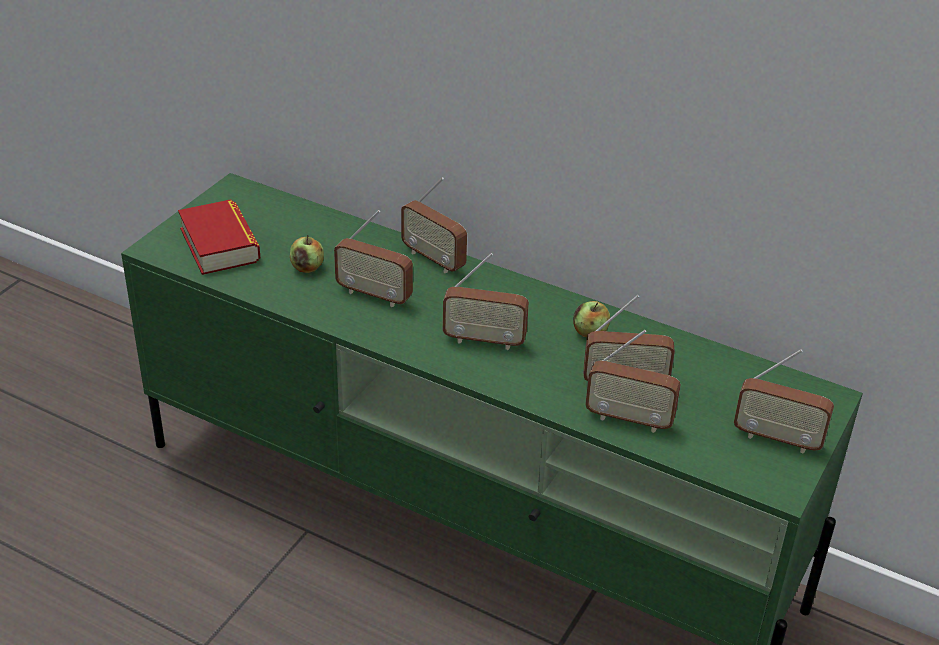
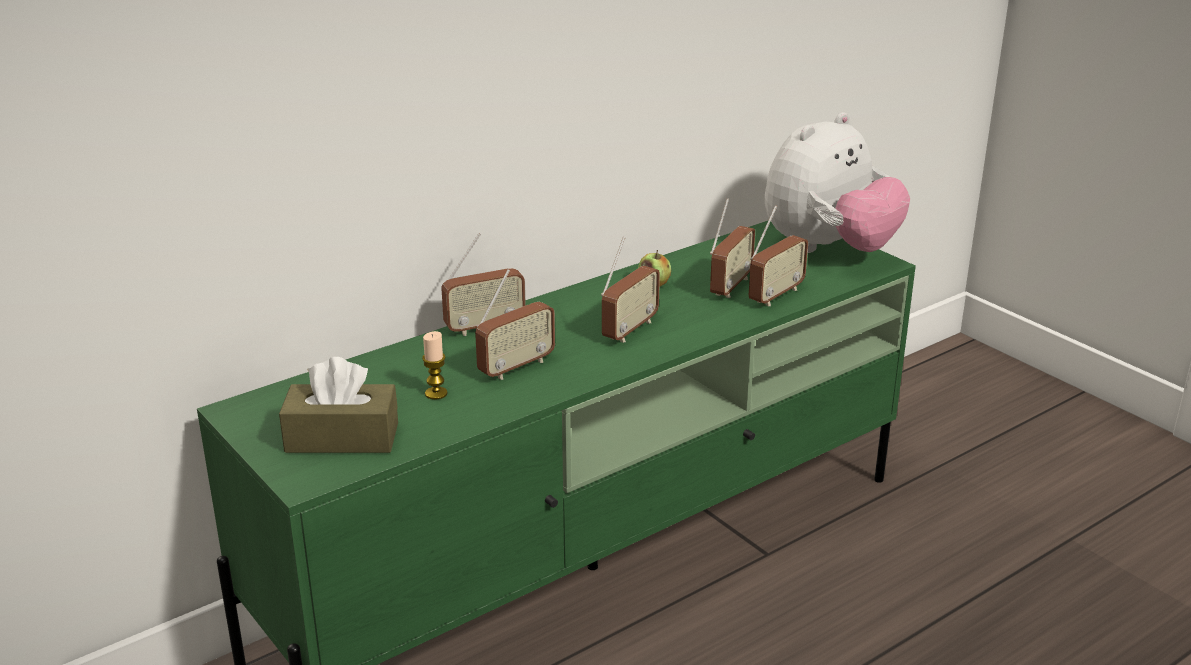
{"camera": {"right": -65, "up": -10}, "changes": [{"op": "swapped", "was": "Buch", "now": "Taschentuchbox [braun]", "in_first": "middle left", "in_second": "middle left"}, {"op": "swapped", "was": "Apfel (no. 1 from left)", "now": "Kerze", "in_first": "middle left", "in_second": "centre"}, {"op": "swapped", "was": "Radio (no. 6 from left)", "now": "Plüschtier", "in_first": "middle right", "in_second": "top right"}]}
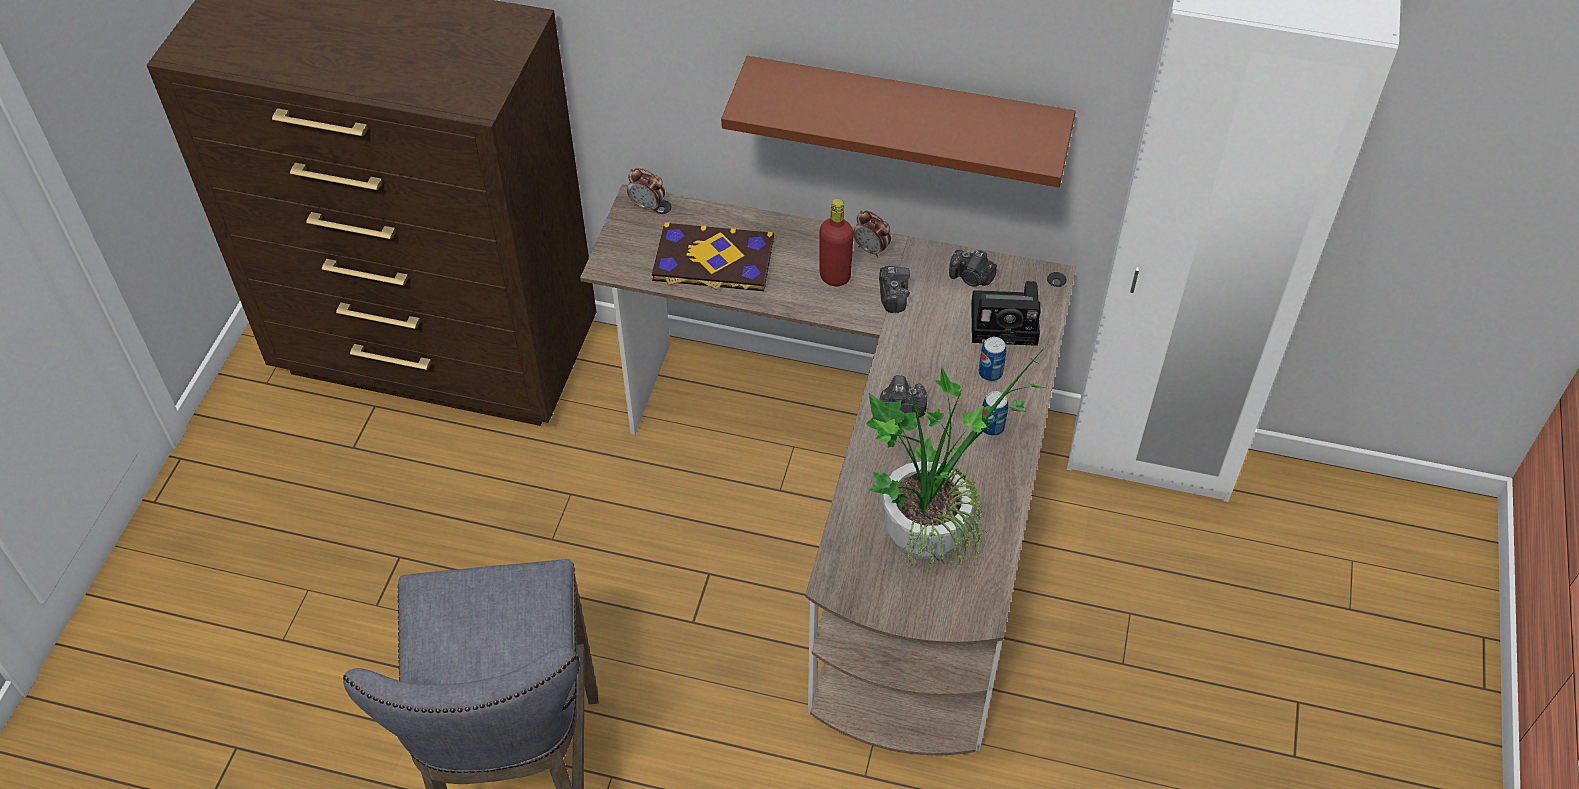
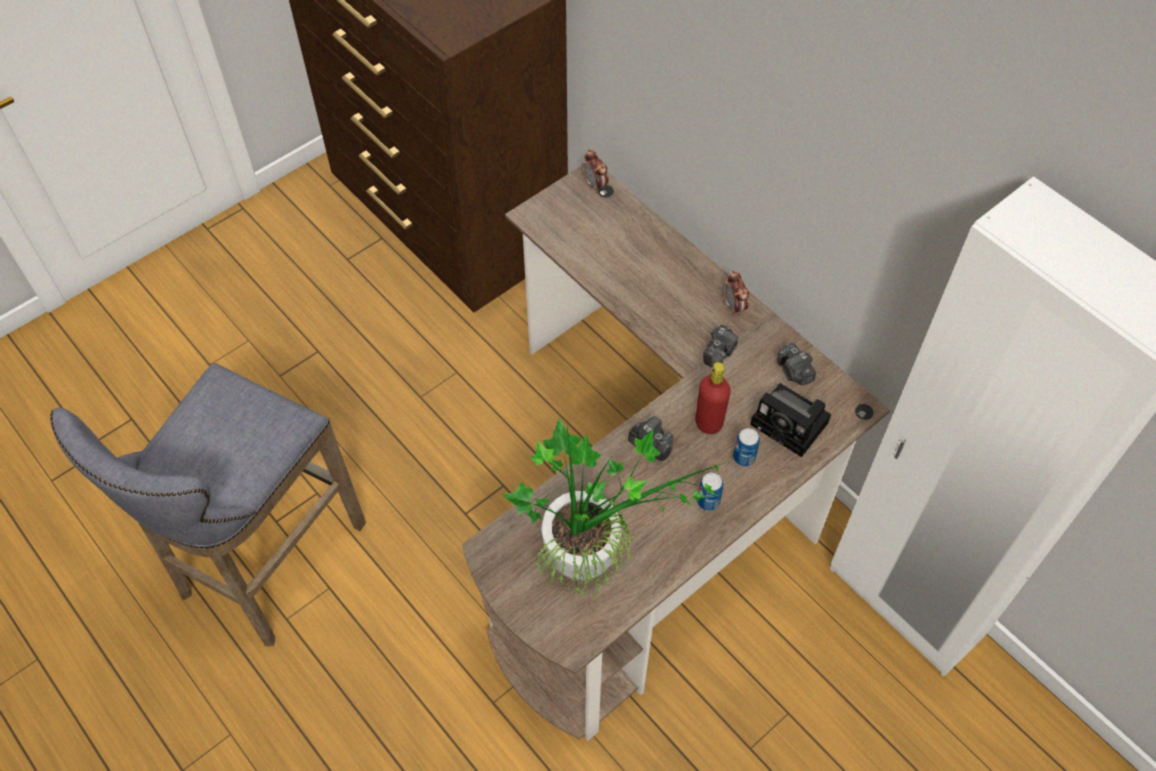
{"camera": {"right": 35, "up": 5}, "changes": [{"op": "gone", "was": "Wandregal [braun]", "in_first": "top centre"}, {"op": "shifted", "was": "Flasche [rot]", "in_first": "top centre", "in_second": "centre"}, {"op": "gone", "was": "Buch", "in_first": "top centre"}]}
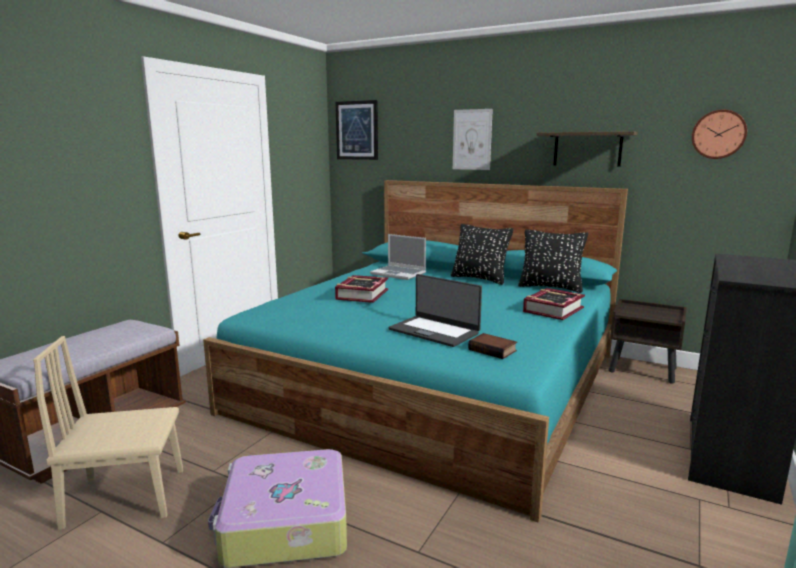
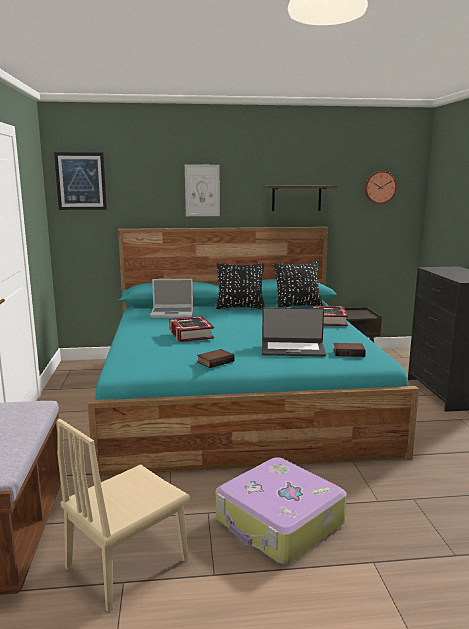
{"camera": {"right": -35, "up": 0}, "changes": [{"op": "new", "now": "Buch (no. 2 from left)", "in_second": "centre"}]}
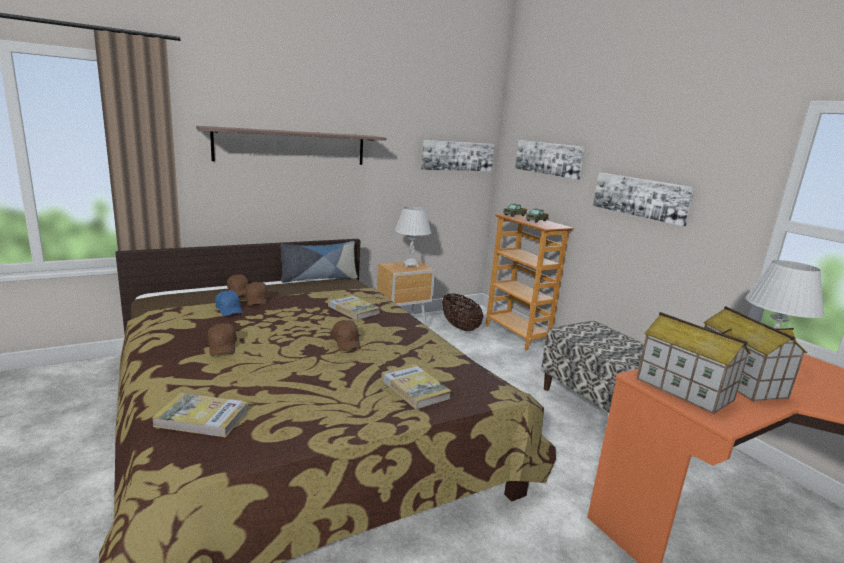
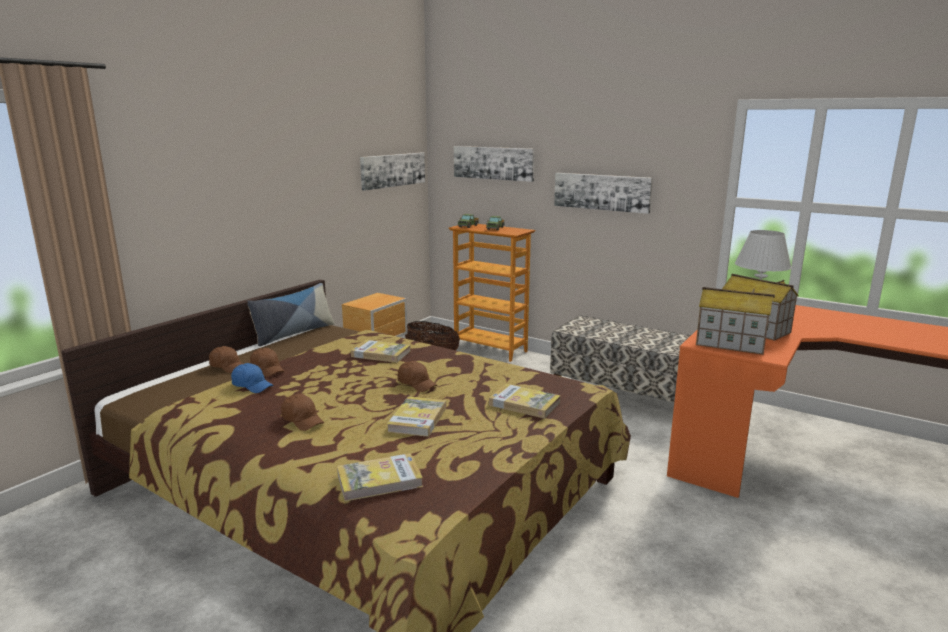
{"camera": {"right": -25, "up": 0}, "changes": [{"op": "gone", "was": "Wandregal", "in_first": "top centre"}, {"op": "gone", "was": "Tischlampe [weiß] (no. 1 from left)", "in_first": "centre"}, {"op": "new", "now": "Buch (no. 3 from left)", "in_second": "centre"}]}
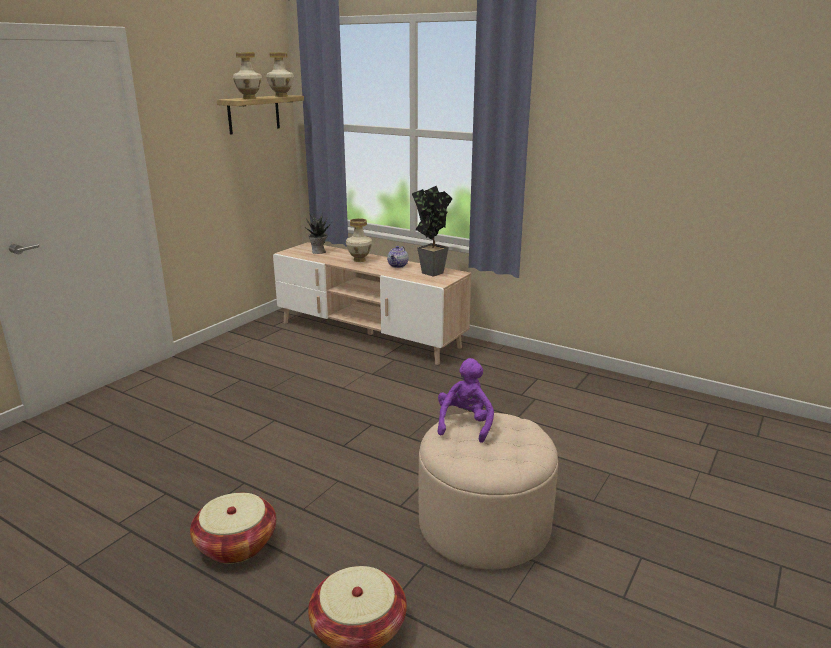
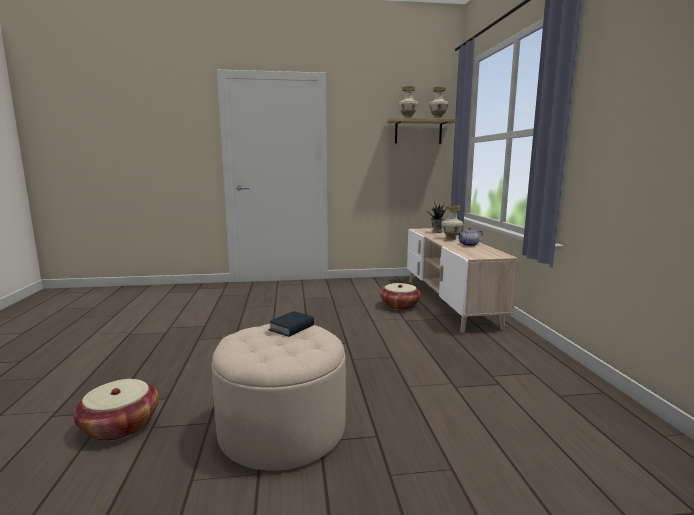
{"camera": {"right": 50, "up": -10}, "changes": [{"op": "gone", "was": "Topfpflanze (no. 2 from left)", "in_first": "centre"}, {"op": "swapped", "was": "Plüschtier [lila]", "now": "Buch", "in_first": "centre", "in_second": "centre"}, {"op": "shifted", "was": "Korb (no. 1 from left in the first image)", "now": "Korb (no. 2 from left)", "in_first": "bottom left", "in_second": "centre"}]}
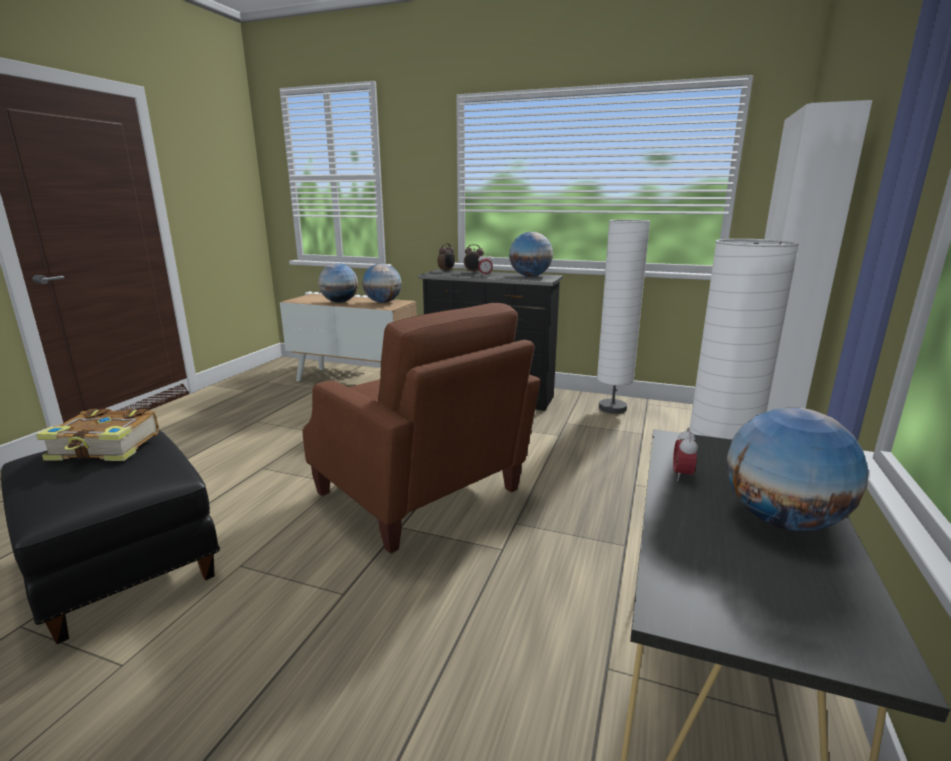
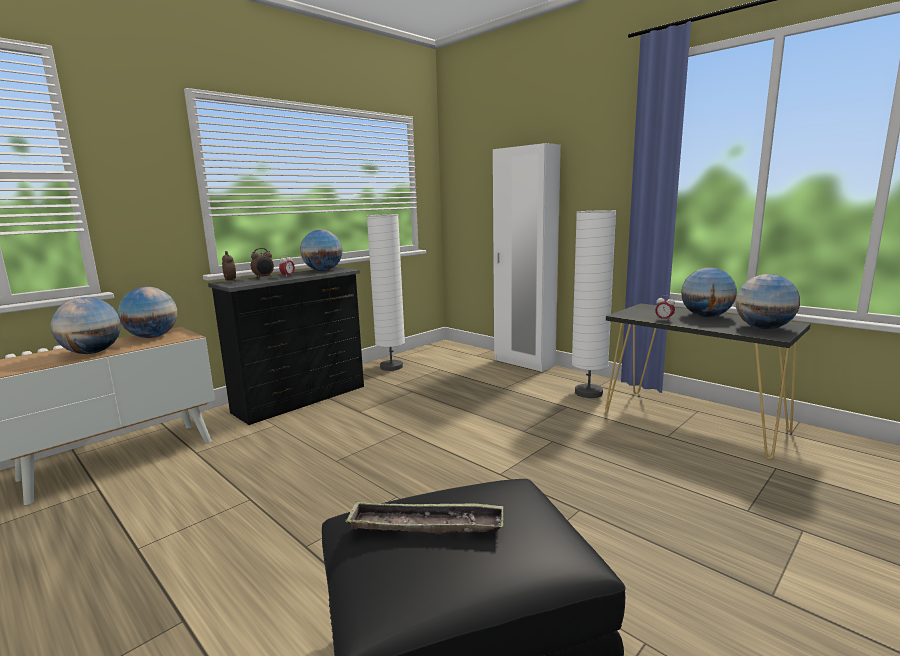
{"camera": {"right": -65, "up": -5}, "changes": [{"op": "gone", "was": "Sessel [braun]", "in_first": "centre"}, {"op": "swapped", "was": "Buch", "now": "Tablett", "in_first": "middle left", "in_second": "bottom centre"}, {"op": "new", "now": "Globus (no. 5 from left)", "in_second": "middle right"}]}
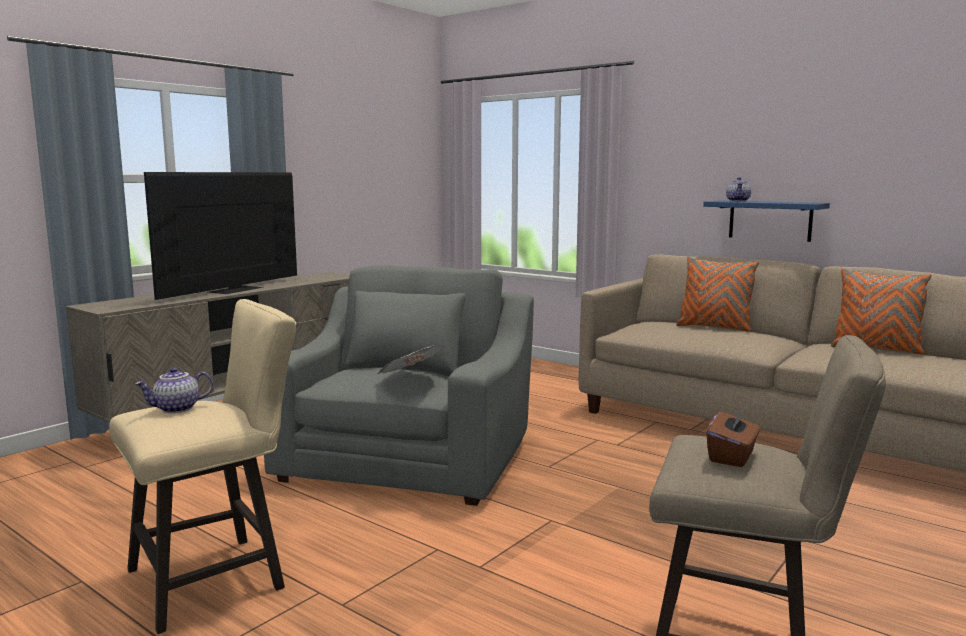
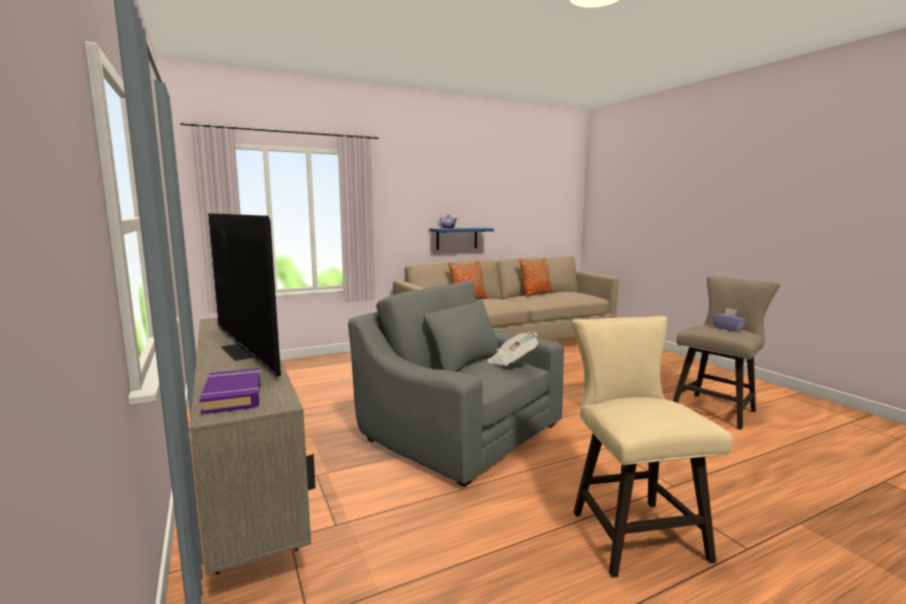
{"camera": {"right": -65, "up": 0}, "changes": [{"op": "gone", "was": "Teekanne (no. 1 from left)", "in_first": "middle left"}, {"op": "repainted", "was": "Taschentuchbox [braun]", "now": "Taschentuchbox [lila]", "in_first": "bottom right", "in_second": "middle right"}, {"op": "new", "now": "Buch [lila]", "in_second": "middle left"}]}
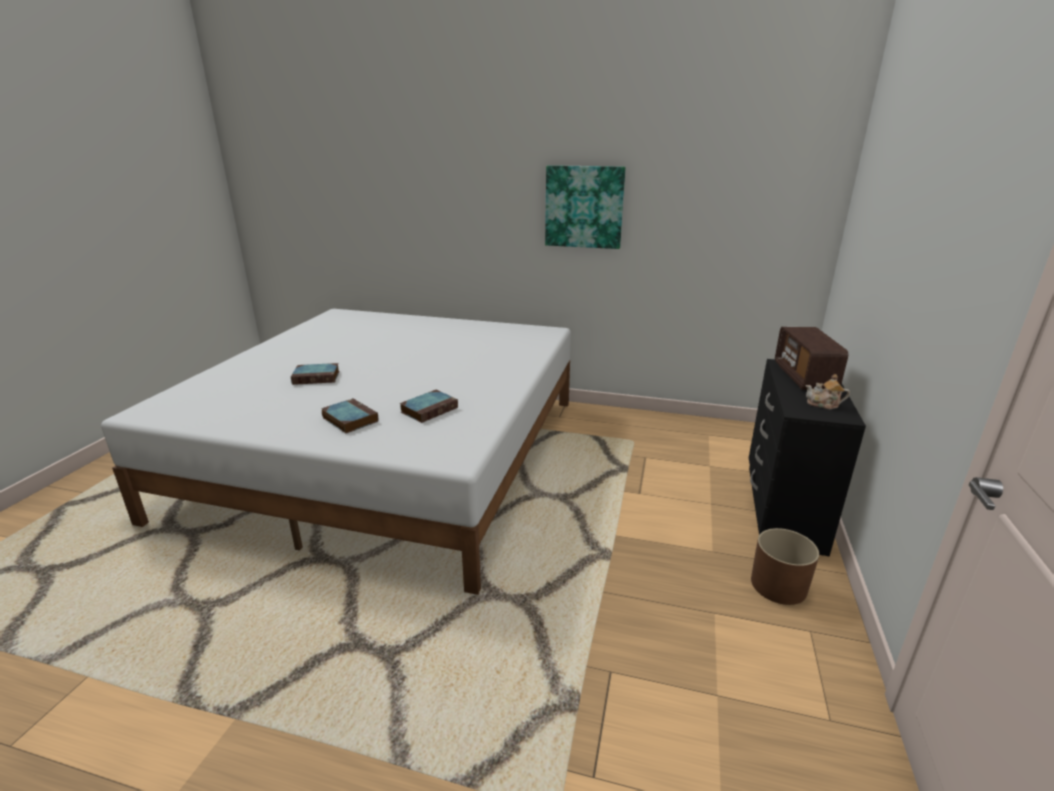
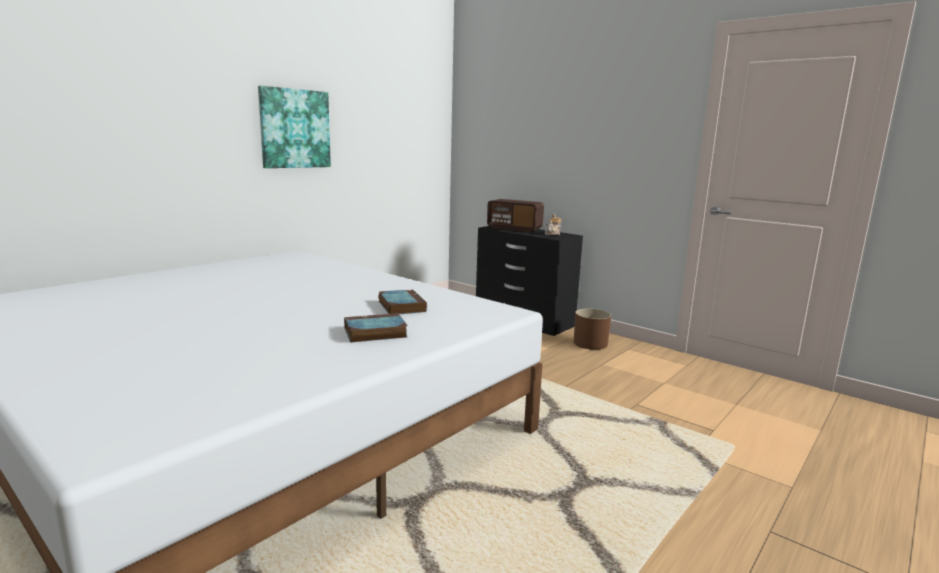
{"camera": {"right": -65, "up": -10}, "changes": [{"op": "gone", "was": "Buch (no. 1 from left)", "in_first": "middle left"}]}
